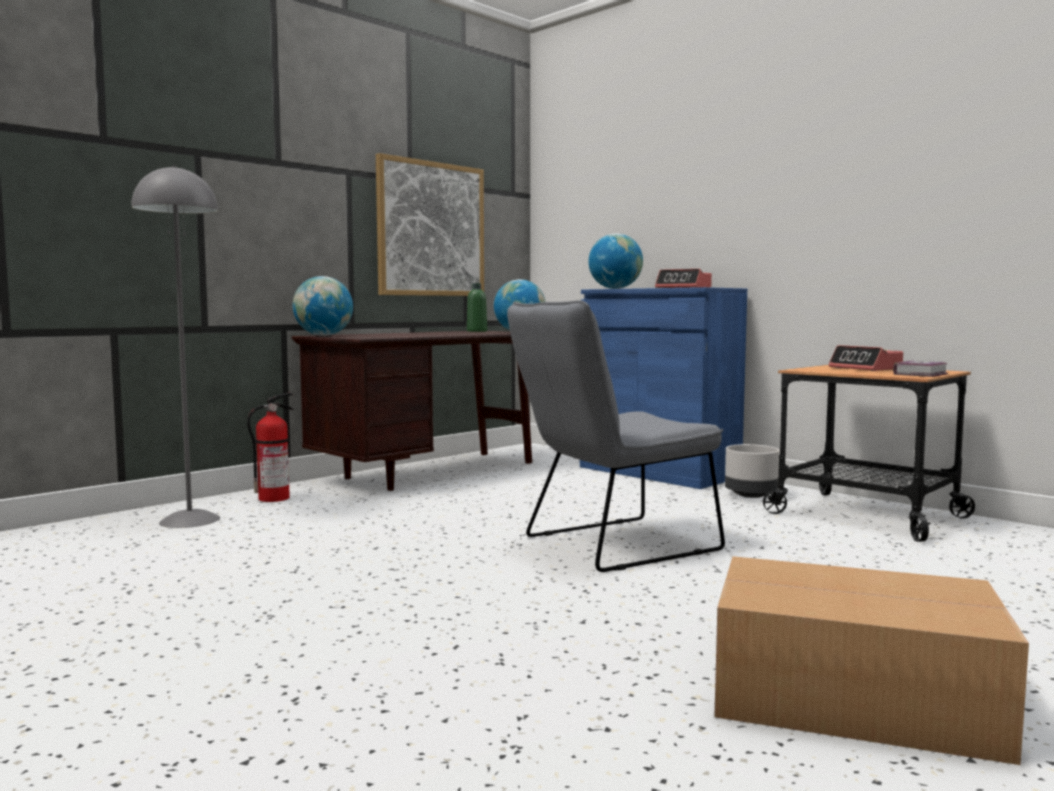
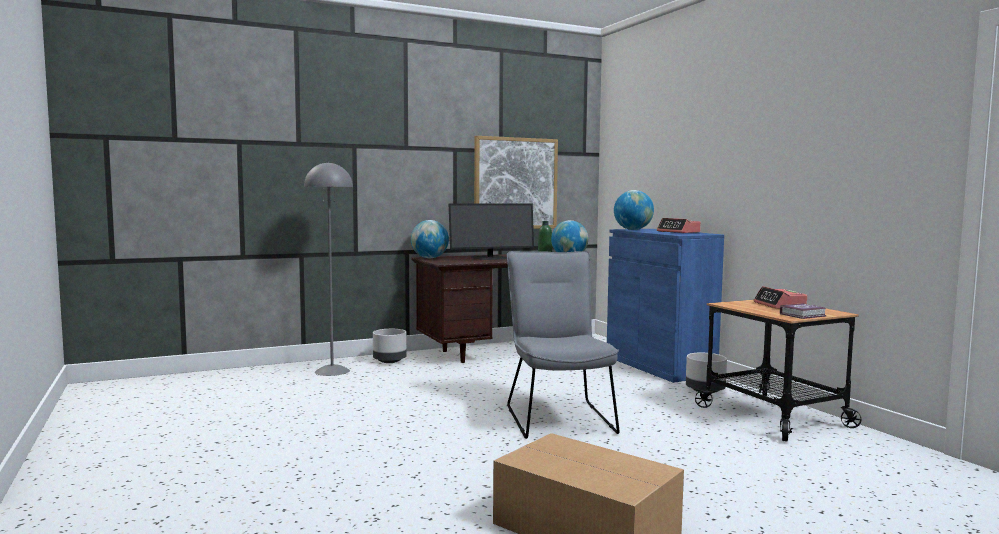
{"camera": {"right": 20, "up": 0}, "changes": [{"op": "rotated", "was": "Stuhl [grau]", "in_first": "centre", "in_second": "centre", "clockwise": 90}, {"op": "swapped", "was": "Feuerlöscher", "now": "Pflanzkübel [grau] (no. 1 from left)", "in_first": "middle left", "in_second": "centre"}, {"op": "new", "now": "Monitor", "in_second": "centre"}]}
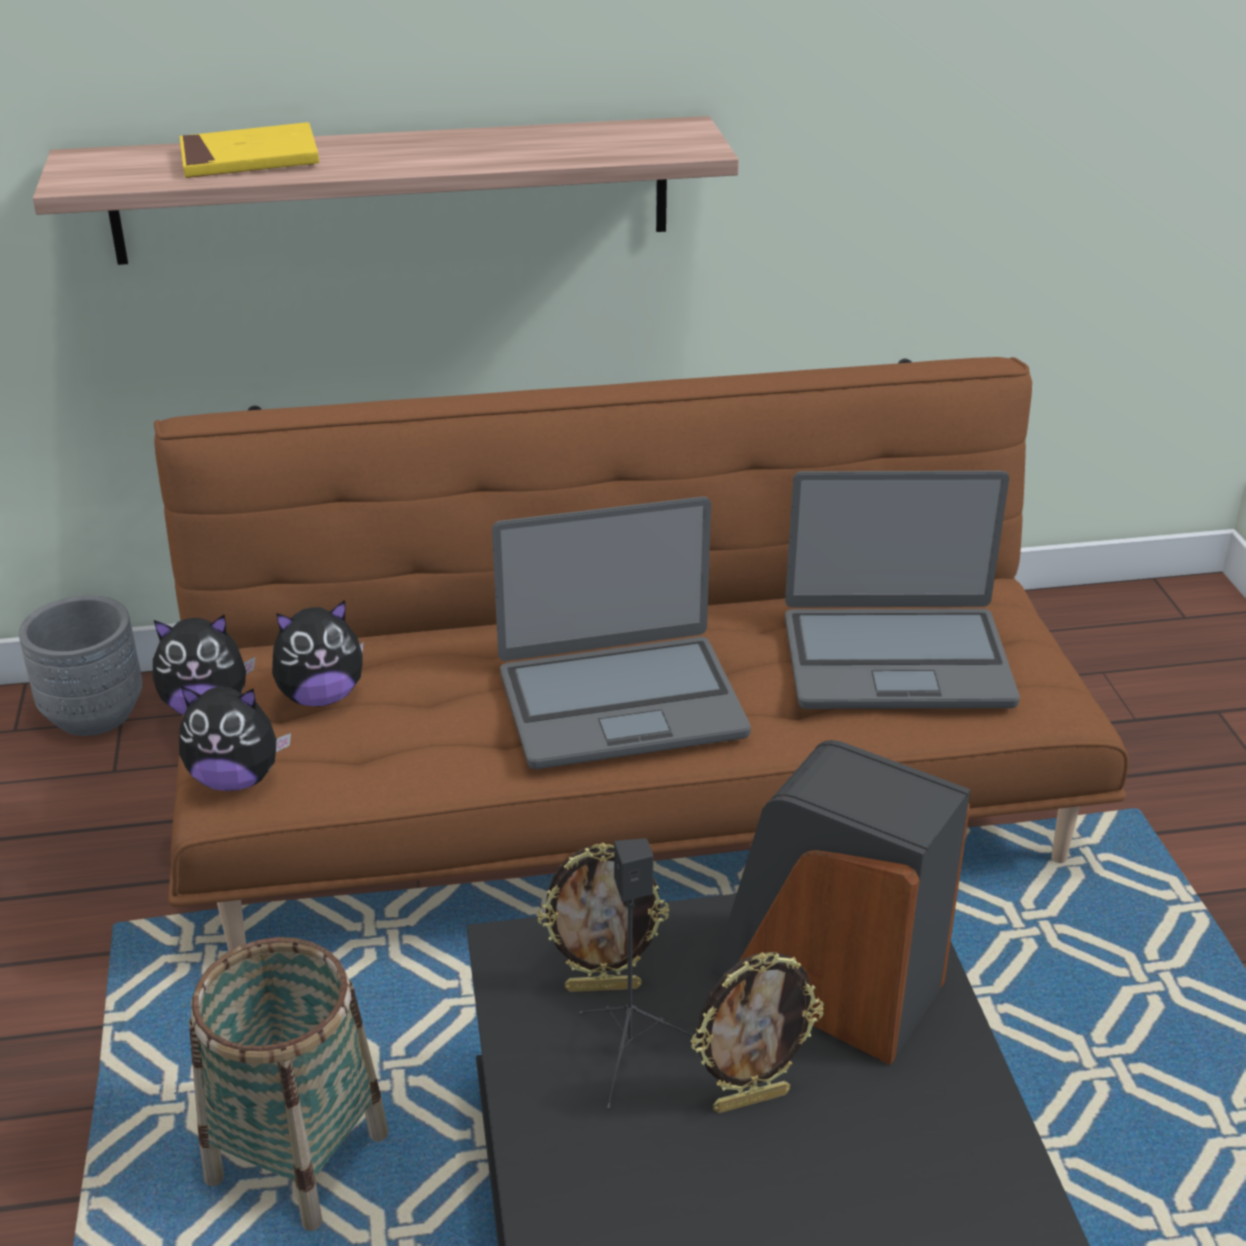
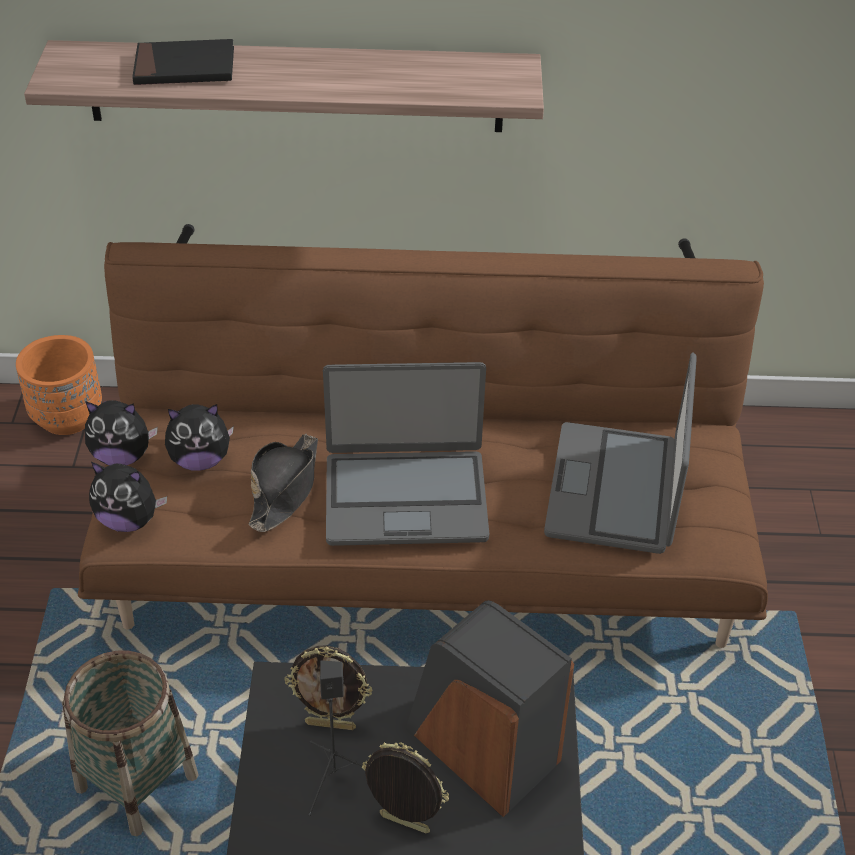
{"camera": {"right": 10, "up": 10}, "changes": [{"op": "repainted", "was": "Buch [gelb]", "now": "Buch [schwarz]", "in_first": "top left", "in_second": "top left"}, {"op": "rotated", "was": "Laptop (no. 2 from left)", "in_first": "middle right", "in_second": "middle right", "clockwise": 90}, {"op": "repainted", "was": "Pflanzkübel [grau]", "now": "Pflanzkübel [orange]", "in_first": "middle left", "in_second": "middle left"}, {"op": "rotated", "was": "Bilderrahmen (no. 2 from left)", "in_first": "bottom centre", "in_second": "bottom centre", "clockwise": -150}, {"op": "new", "now": "Hut [schwarz]", "in_second": "middle left"}]}
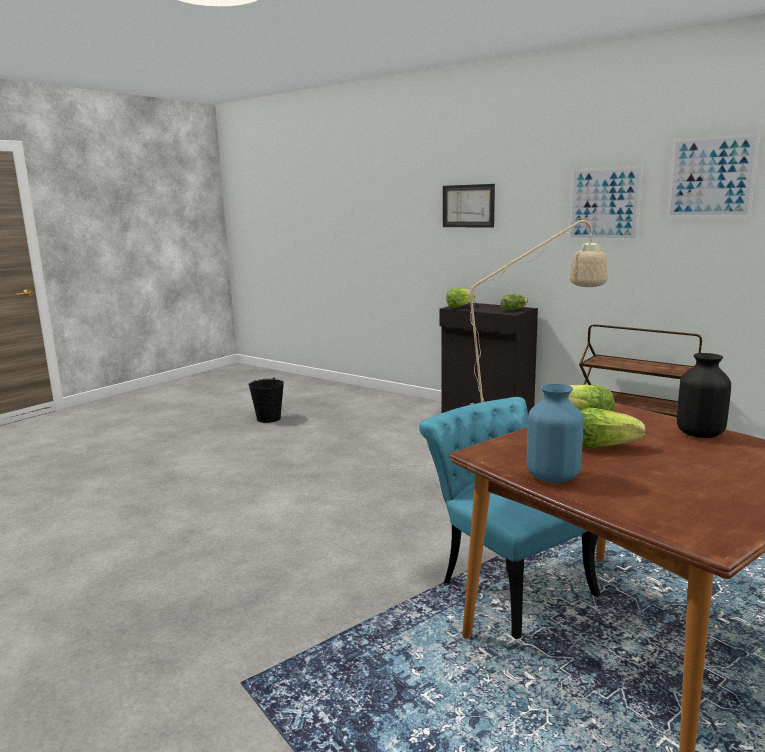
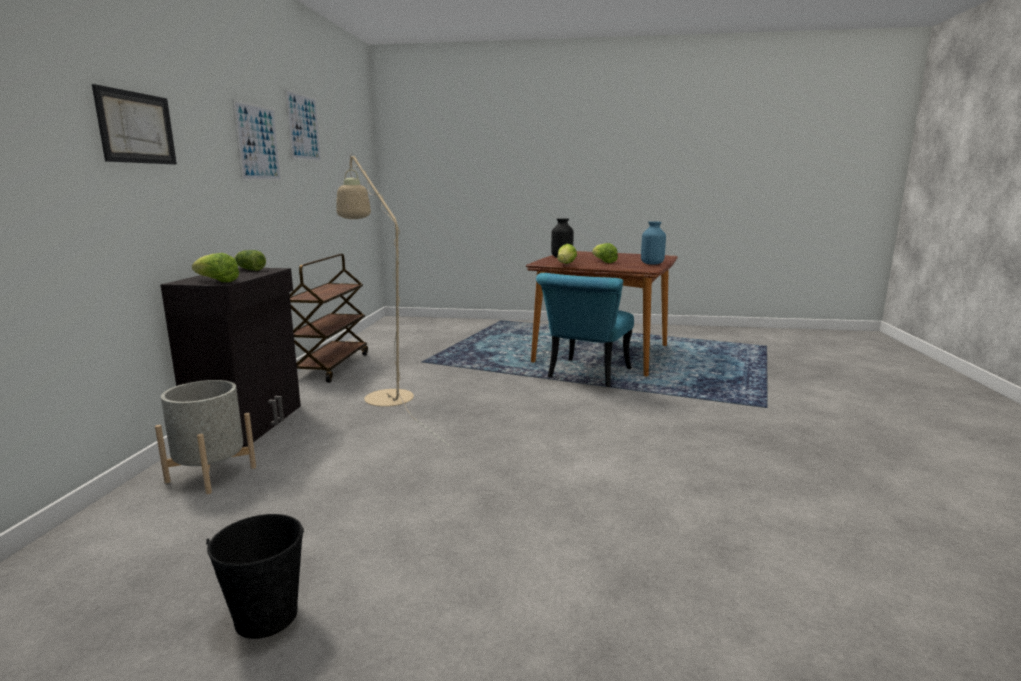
{"camera": {"right": -120, "up": 0}, "changes": [{"op": "new", "now": "Pflanzkübel [grau]", "in_second": "middle left"}]}
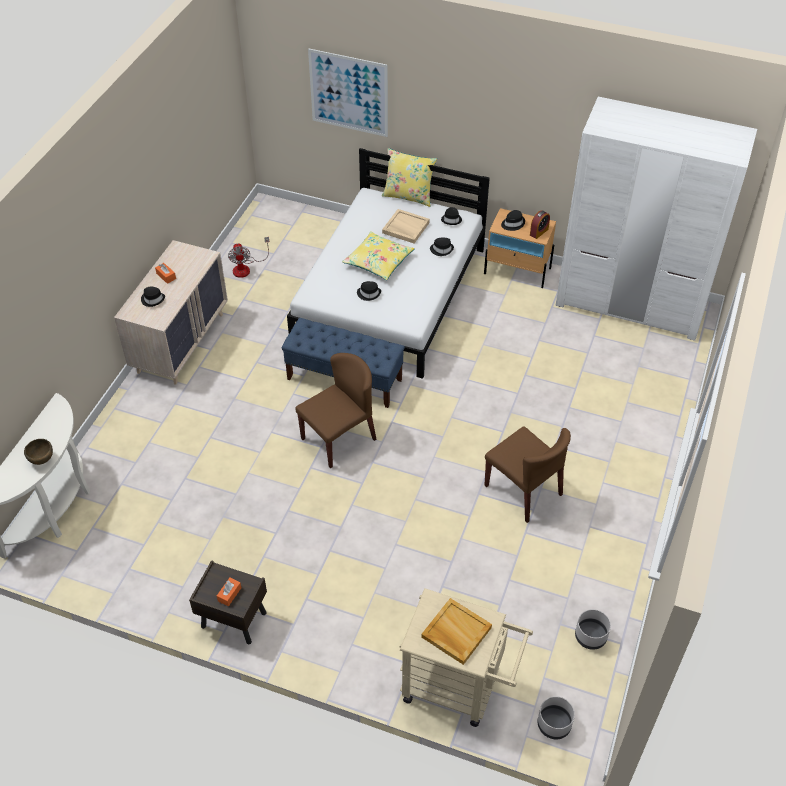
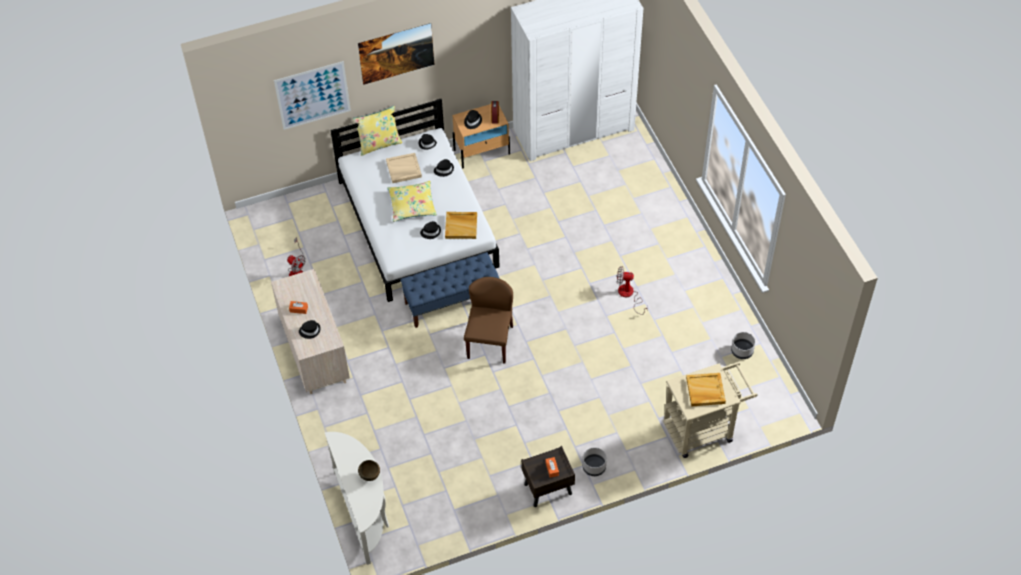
{"camera": {"right": -40, "up": 5}, "changes": [{"op": "swapped", "was": "Stuhl [braun] (no. 2 from left)", "now": "Ventilator (no. 2 from left)", "in_first": "middle right", "in_second": "centre"}, {"op": "shifted", "was": "Pflanzkübel [grau] (no. 1 from left)", "in_first": "bottom right", "in_second": "bottom centre"}, {"op": "new", "now": "Bild (no. 2 from left)", "in_second": "top centre"}, {"op": "new", "now": "Tablett [beige] (no. 2 from left)", "in_second": "centre"}]}
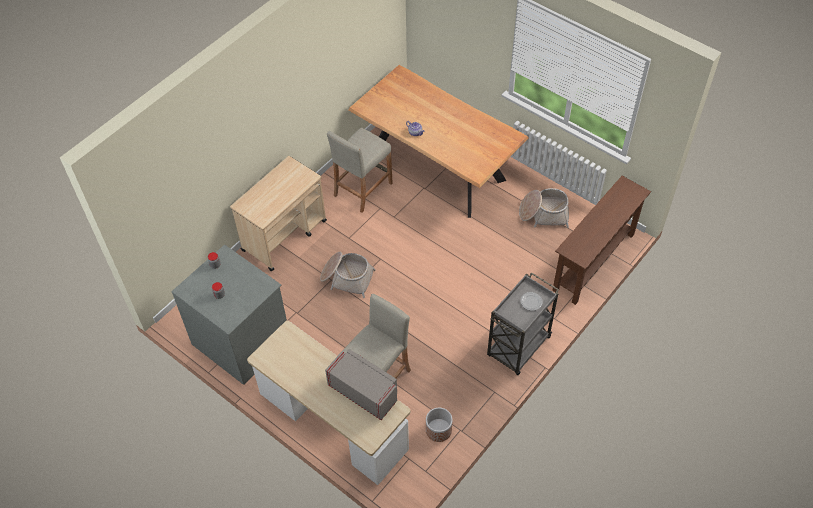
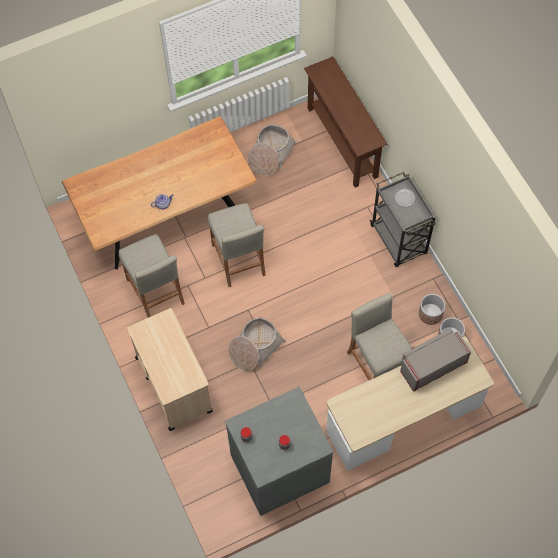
{"camera": {"right": -65, "up": 10}, "changes": [{"op": "new", "now": "Hocker [beige] (no. 2 from left)", "in_second": "centre"}, {"op": "new", "now": "Pflanzkübel (no. 1 from left)", "in_second": "middle right"}]}
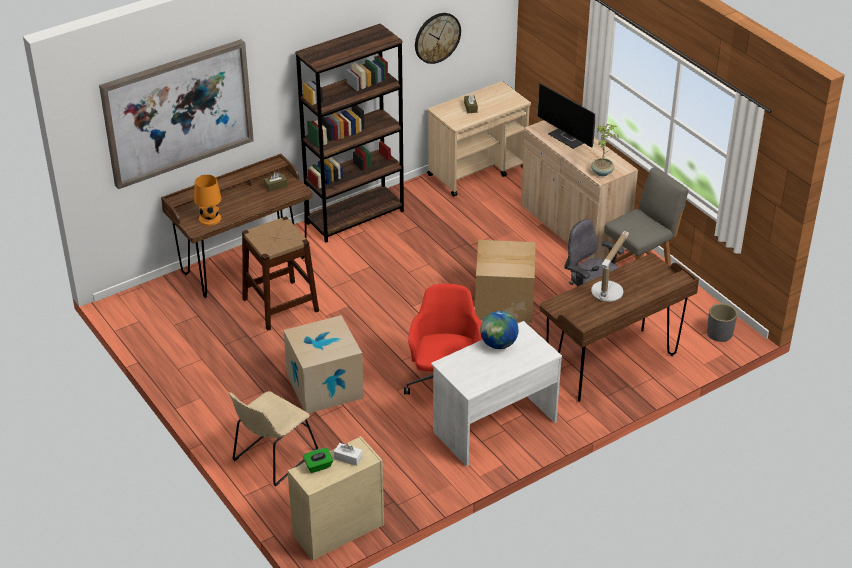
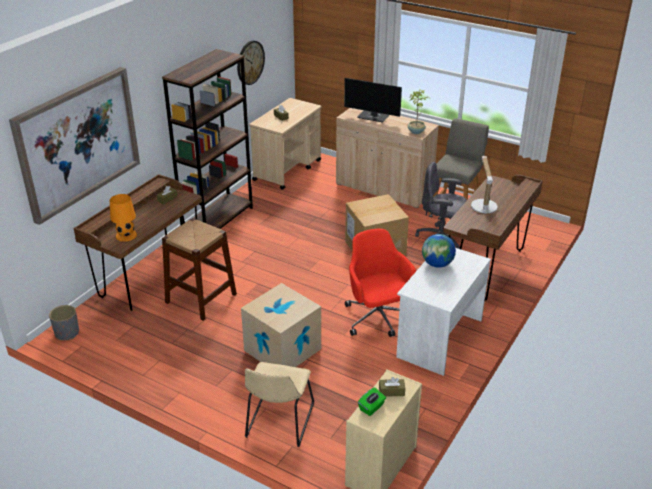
{"camera": {"right": -25, "up": -5}, "changes": [{"op": "shifted", "was": "Pflanzkübel [grau]", "in_first": "middle right", "in_second": "middle left"}, {"op": "repainted", "was": "Taschentuchbox [weiß]", "now": "Taschentuchbox [braun] (no. 3 from left)", "in_first": "bottom centre", "in_second": "bottom centre"}]}
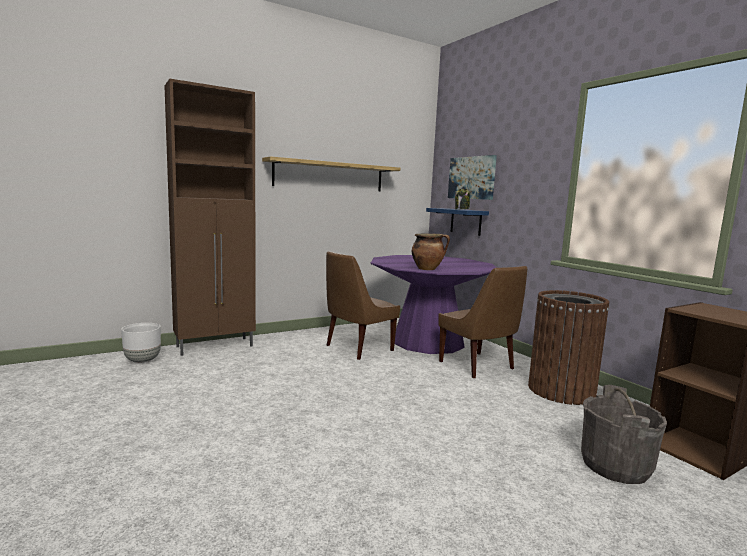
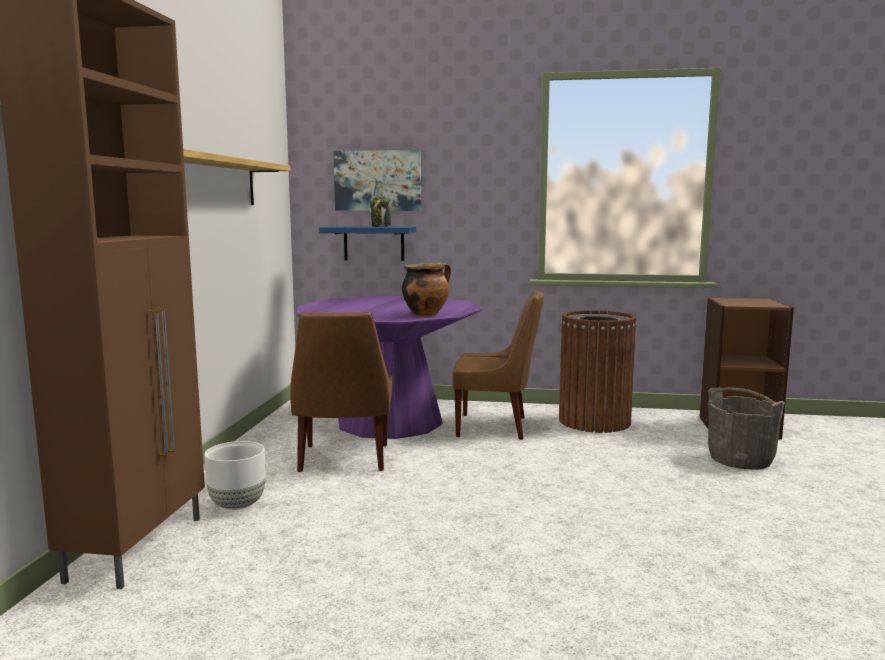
{"camera": {"right": -50, "up": 0}, "changes": [{"op": "shifted", "was": "Pflanzkübel [weiß]", "in_first": "middle left", "in_second": "bottom left"}]}
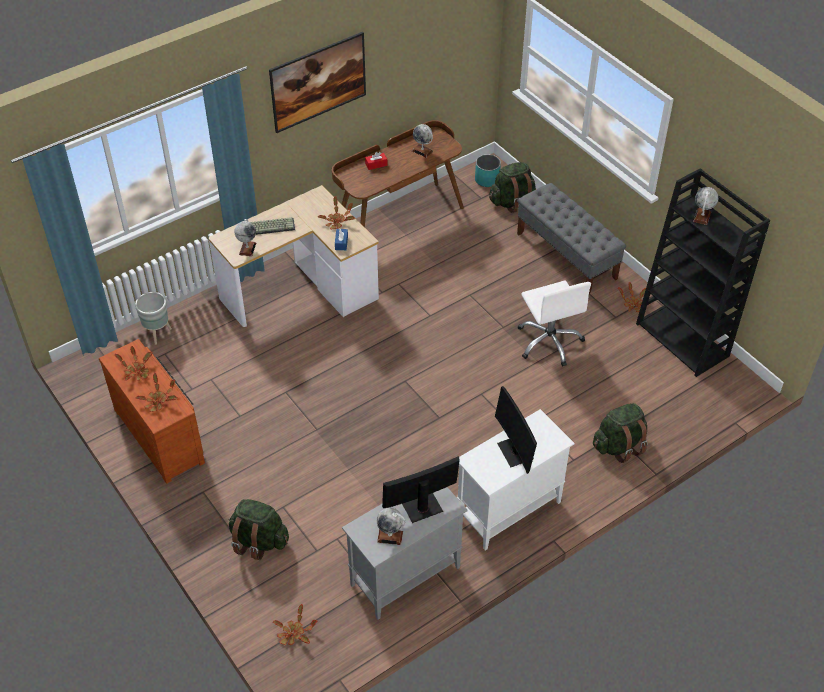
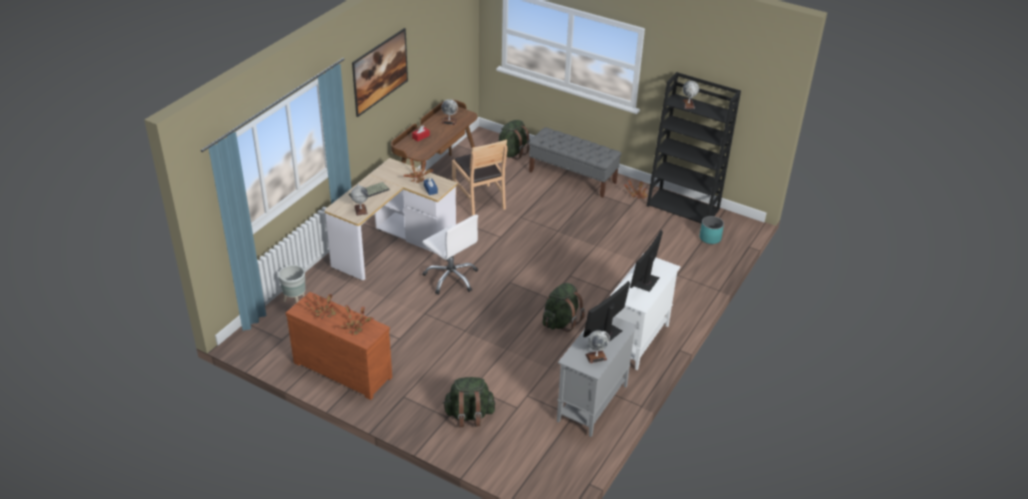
{"camera": {"right": -25, "up": -10}, "changes": [{"op": "shifted", "was": "Pflanzkübel [türkis]", "in_first": "top centre", "in_second": "middle right"}, {"op": "shifted", "was": "Bürostuhl [weiß]", "in_first": "middle right", "in_second": "centre"}, {"op": "rotated", "was": "Monitor (no. 2 from left)", "in_first": "centre", "in_second": "centre", "clockwise": 75}, {"op": "shifted", "was": "Rucksack [grün] (no. 3 from left)", "in_first": "middle right", "in_second": "centre"}, {"op": "gone", "was": "Topfpflanze (no. 3 from left)", "in_first": "bottom centre"}, {"op": "new", "now": "Stuhl [braun]", "in_second": "centre"}]}
